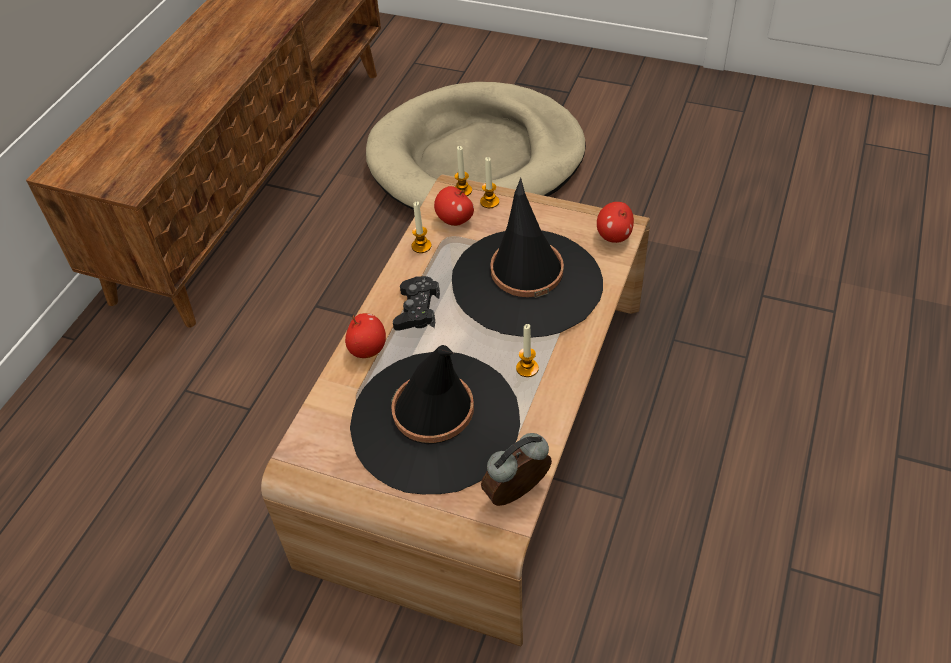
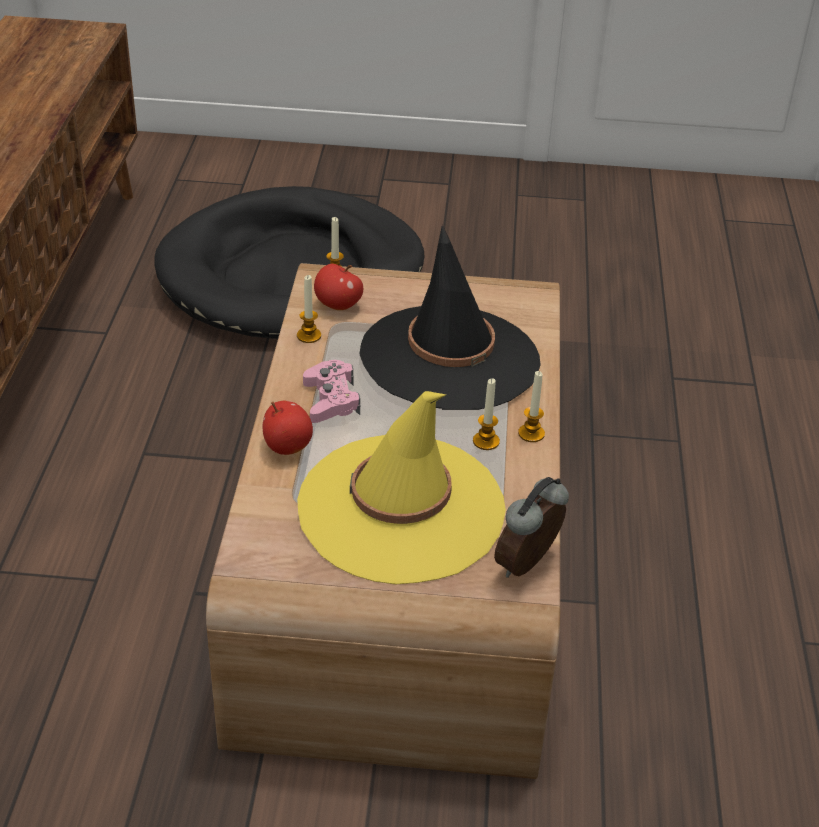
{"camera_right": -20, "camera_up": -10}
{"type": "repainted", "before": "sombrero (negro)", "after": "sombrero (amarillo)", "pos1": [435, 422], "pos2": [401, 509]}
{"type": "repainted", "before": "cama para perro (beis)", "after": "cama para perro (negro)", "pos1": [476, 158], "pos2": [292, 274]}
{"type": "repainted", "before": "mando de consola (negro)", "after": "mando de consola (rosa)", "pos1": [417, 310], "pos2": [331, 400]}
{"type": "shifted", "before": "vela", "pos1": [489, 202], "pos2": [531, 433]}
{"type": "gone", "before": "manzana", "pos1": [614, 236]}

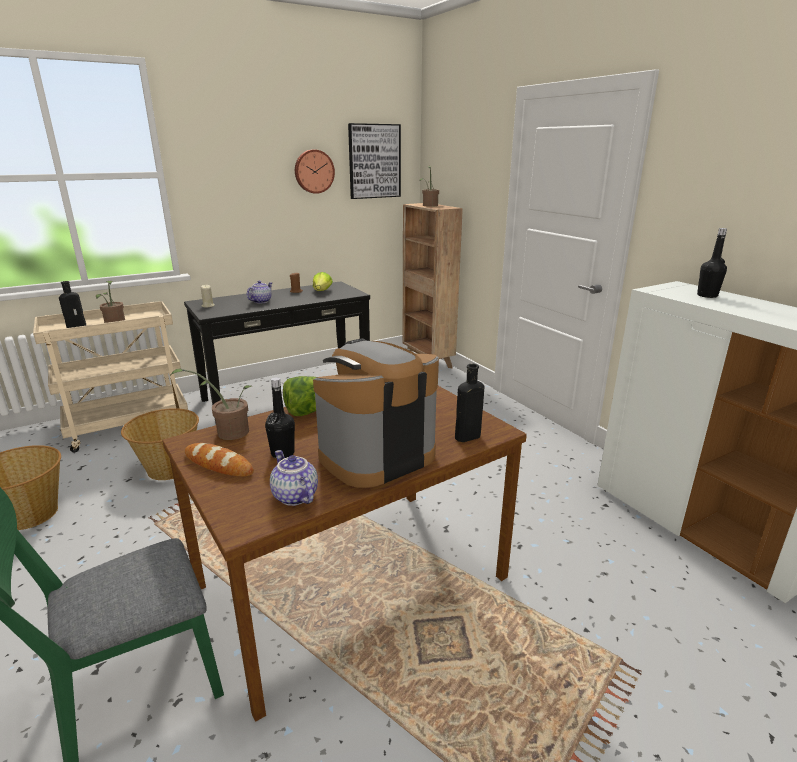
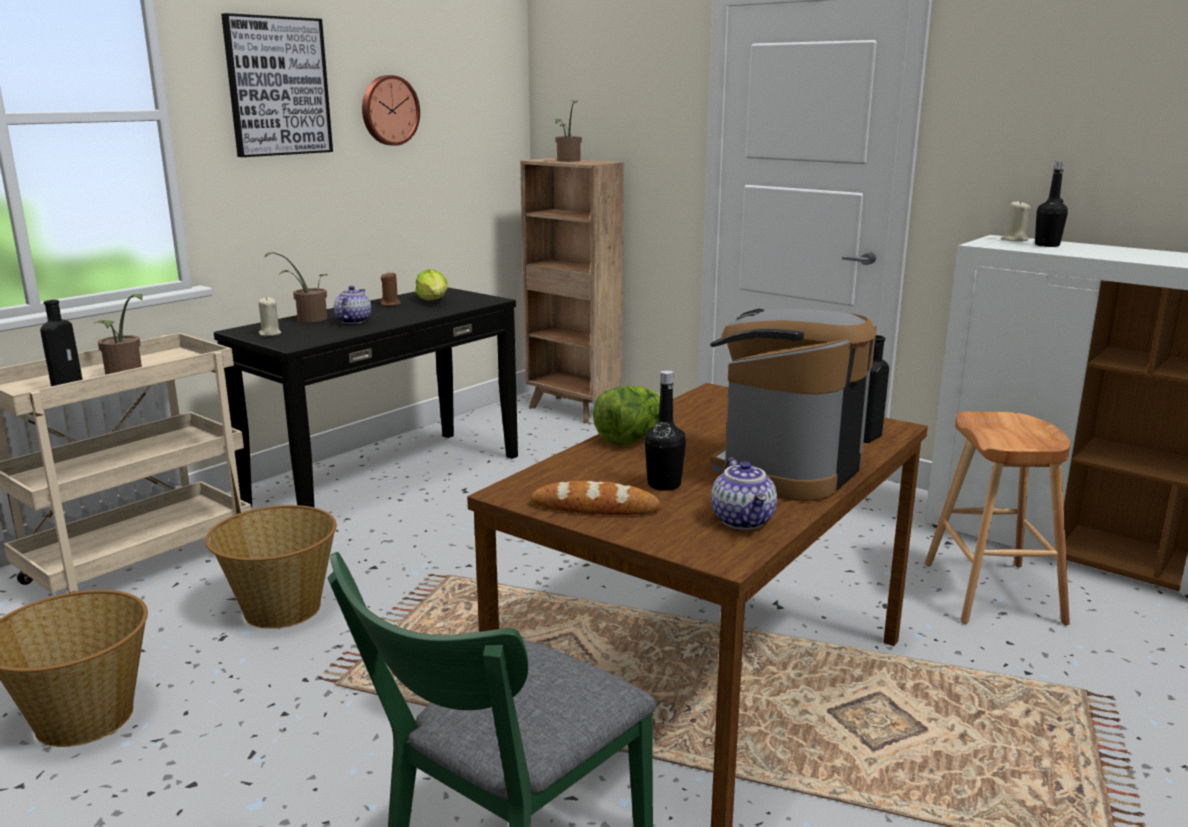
{"camera_right": -20, "camera_up": -5}
{"type": "shifted", "before": "planta en maceta", "pos1": [228, 433], "pos2": [307, 319]}
{"type": "rotated", "before": "tetera", "pos1": [294, 496], "pos2": [744, 521], "turn": -135}
{"type": "shifted", "before": "cuadro", "pos1": [374, 161], "pos2": [277, 86]}
{"type": "new", "after": "taburete (marrón)", "pos2": [992, 592]}
{"type": "new", "after": "vela (beis)", "pos2": [1014, 240]}

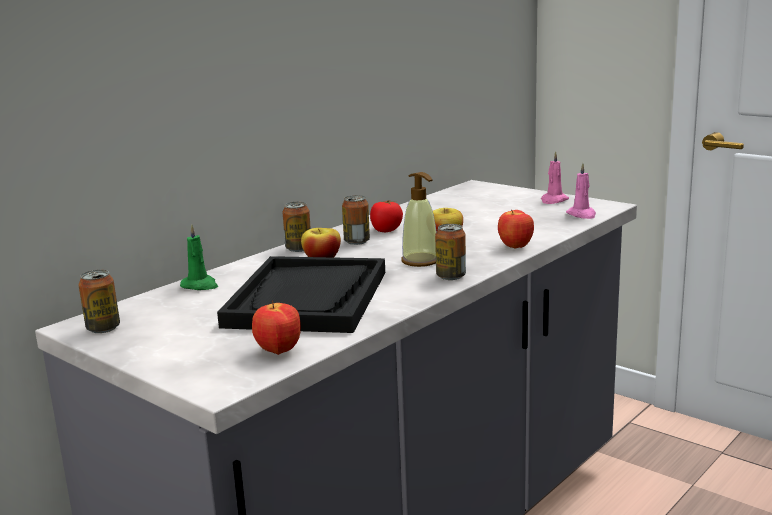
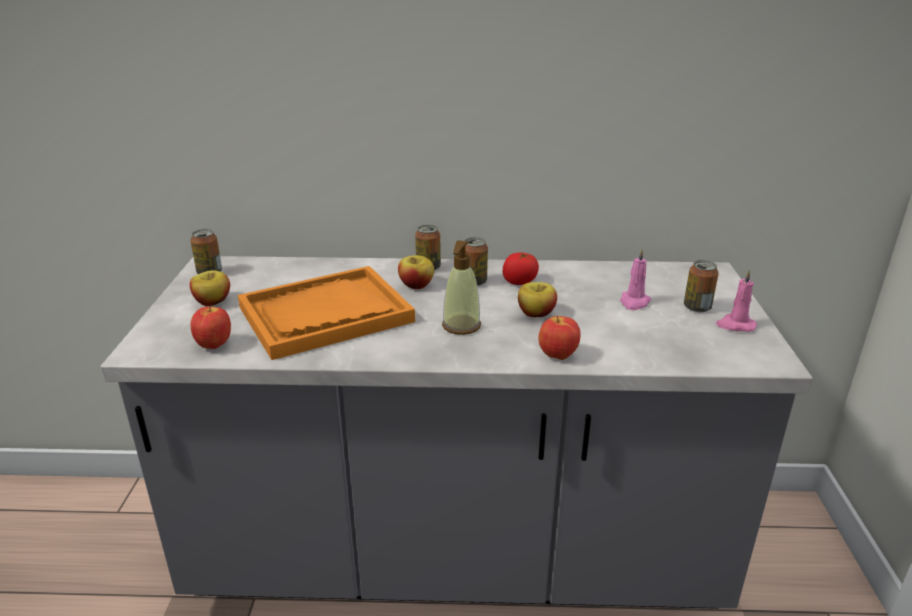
{"camera_right": 50, "camera_up": 10}
{"type": "gone", "before": "vela (verde)", "pos1": [200, 286]}
{"type": "repainted", "before": "bandeja (negro)", "after": "bandeja (naranja)", "pos1": [308, 298], "pos2": [325, 315]}
{"type": "shifted", "before": "lata", "pos1": [451, 276], "pos2": [697, 307]}
{"type": "shifted", "before": "vela (rosa)", "pos1": [582, 215], "pos2": [634, 302]}
{"type": "new", "after": "manzana", "pos2": [212, 302]}

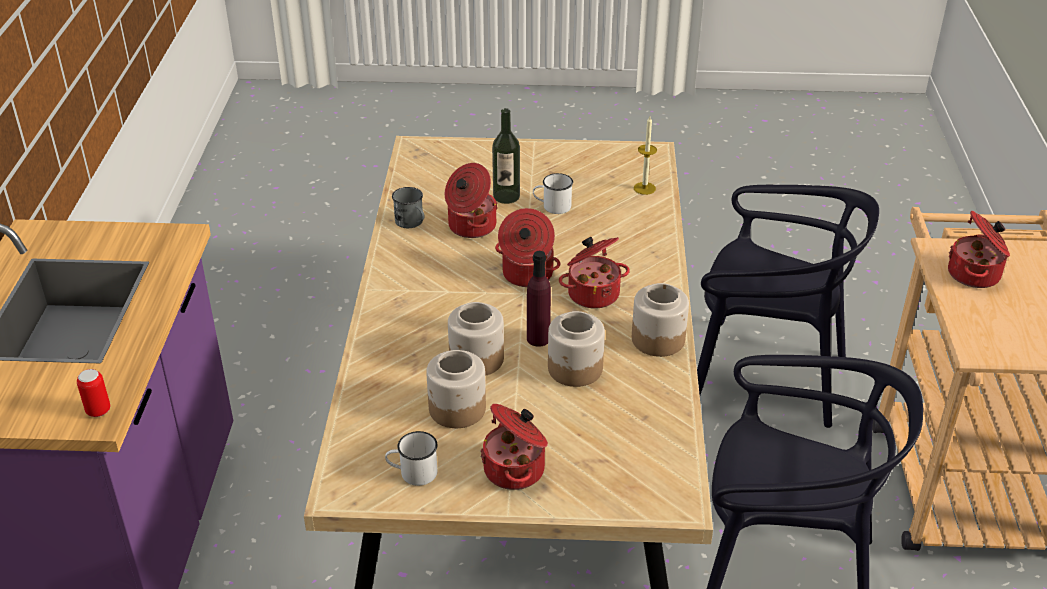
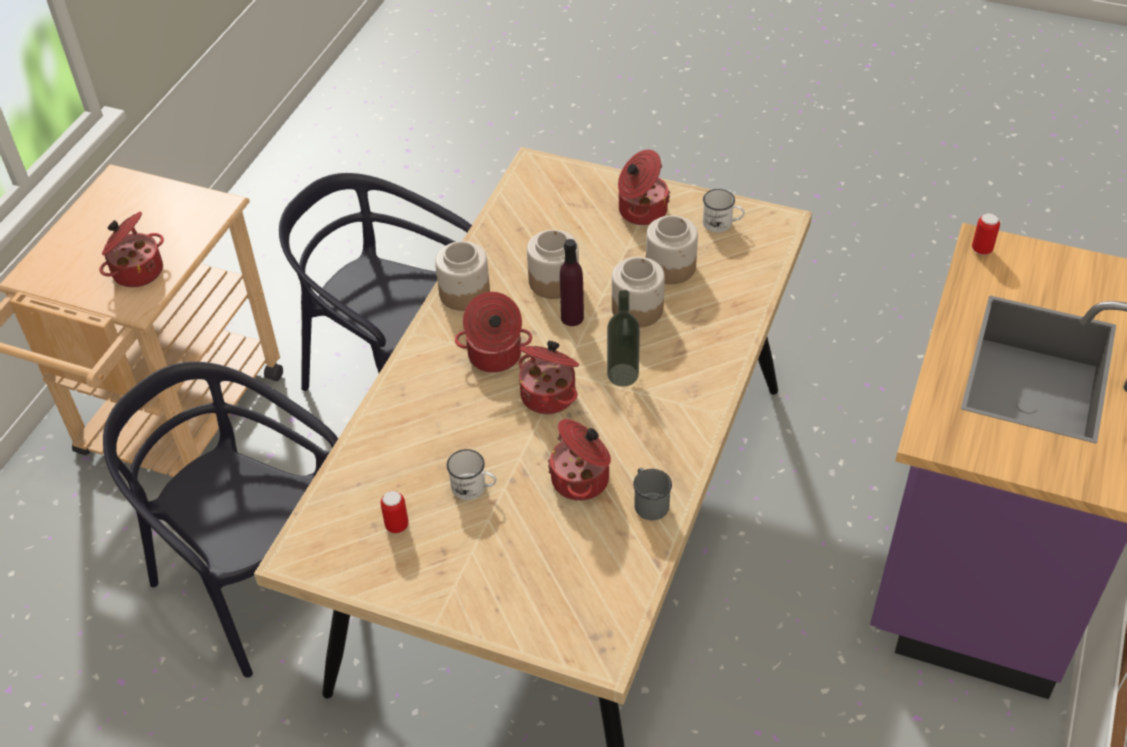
{"camera_right": -160, "camera_up": 10}
{"type": "shifted", "before": "botella", "pos1": [506, 196], "pos2": [623, 375]}
{"type": "gone", "before": "vela", "pos1": [644, 188]}
{"type": "new", "after": "lata", "pos2": [397, 525]}

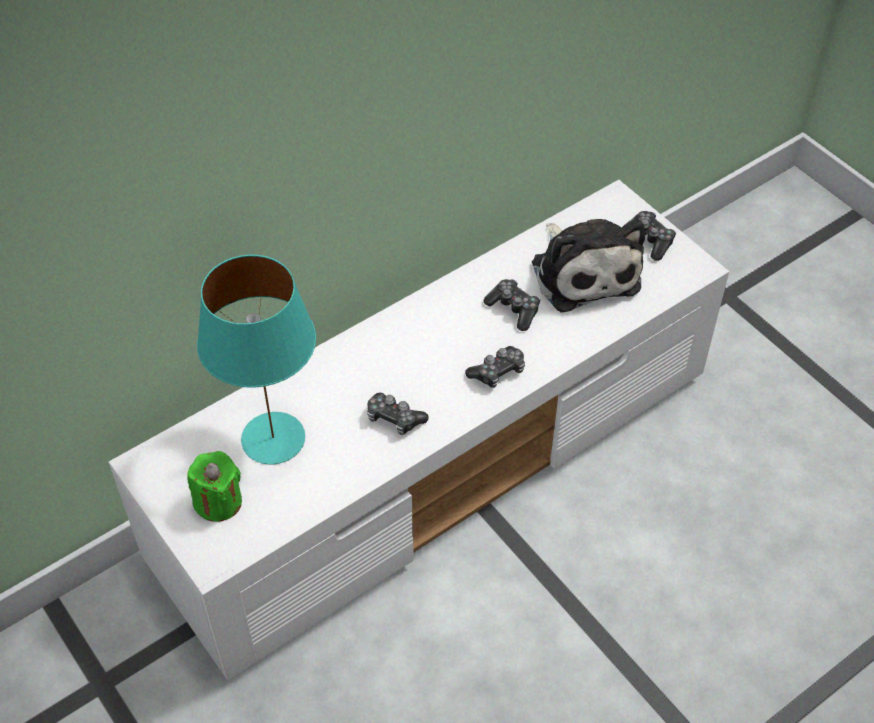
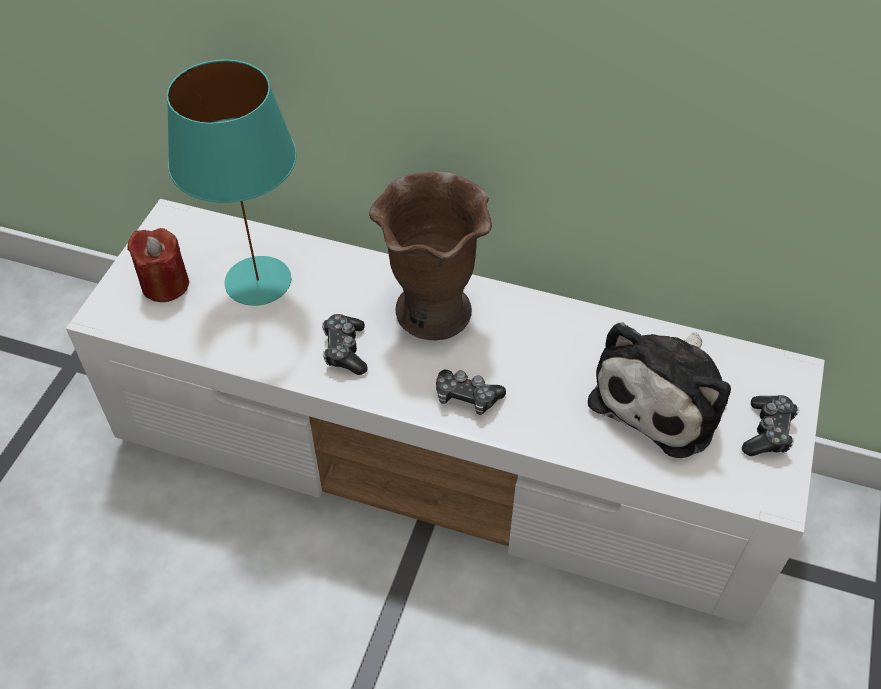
{"camera_right": 55, "camera_up": 0}
{"type": "repainted", "before": "vela (verde)", "after": "vela (rojo)", "pos1": [218, 502], "pos2": [165, 284]}
{"type": "gone", "before": "mando de consola", "pos1": [514, 309]}
{"type": "new", "after": "florero (marrón)", "pos2": [433, 311]}

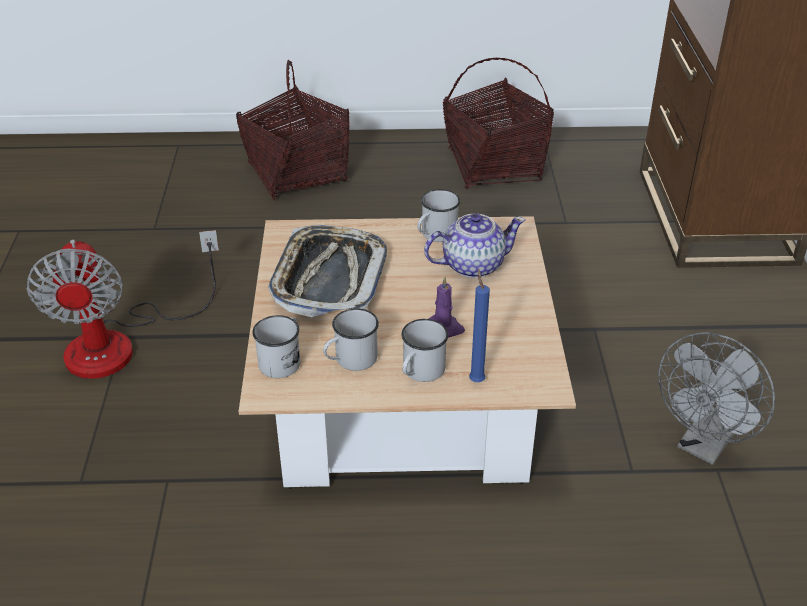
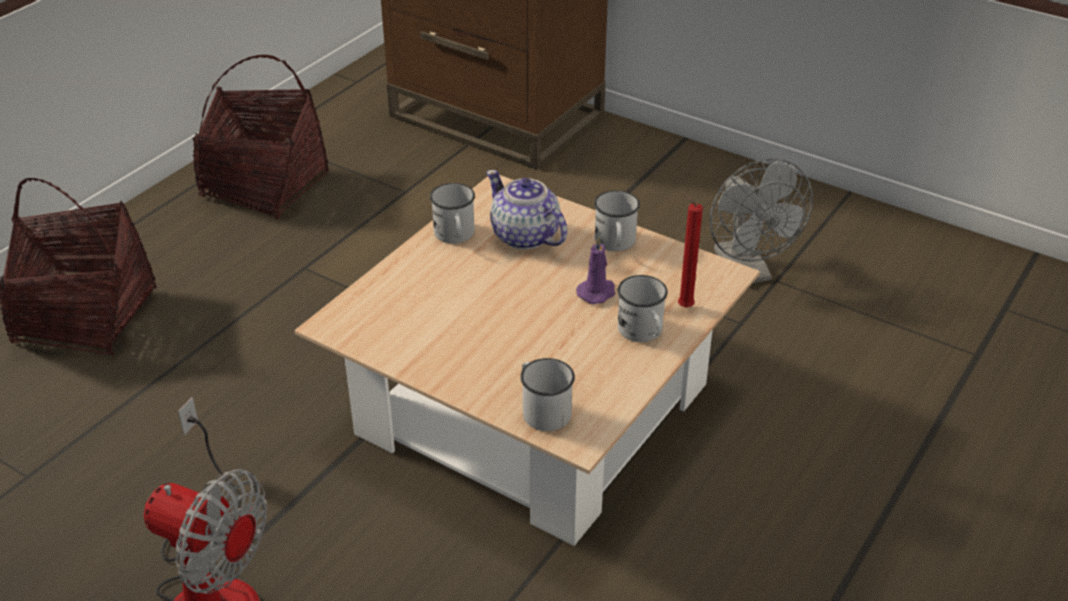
{"camera_right": -55, "camera_up": 0}
{"type": "gone", "before": "bandeja", "pos1": [328, 278]}
{"type": "shifted", "before": "taza grande (blanco)", "pos1": [350, 360], "pos2": [615, 244]}
{"type": "rotated", "before": "tetera", "pos1": [472, 265], "pos2": [525, 237], "turn": -60}
{"type": "repainted", "before": "vela (azul)", "after": "vela (rojo)", "pos1": [476, 380], "pos2": [682, 306]}

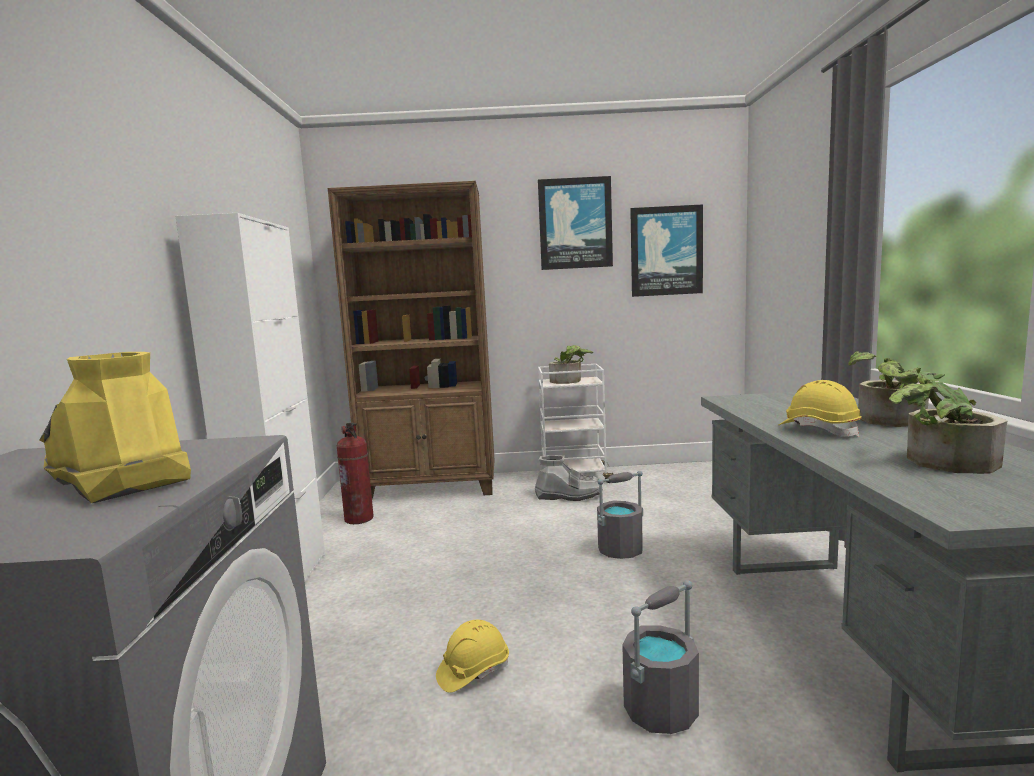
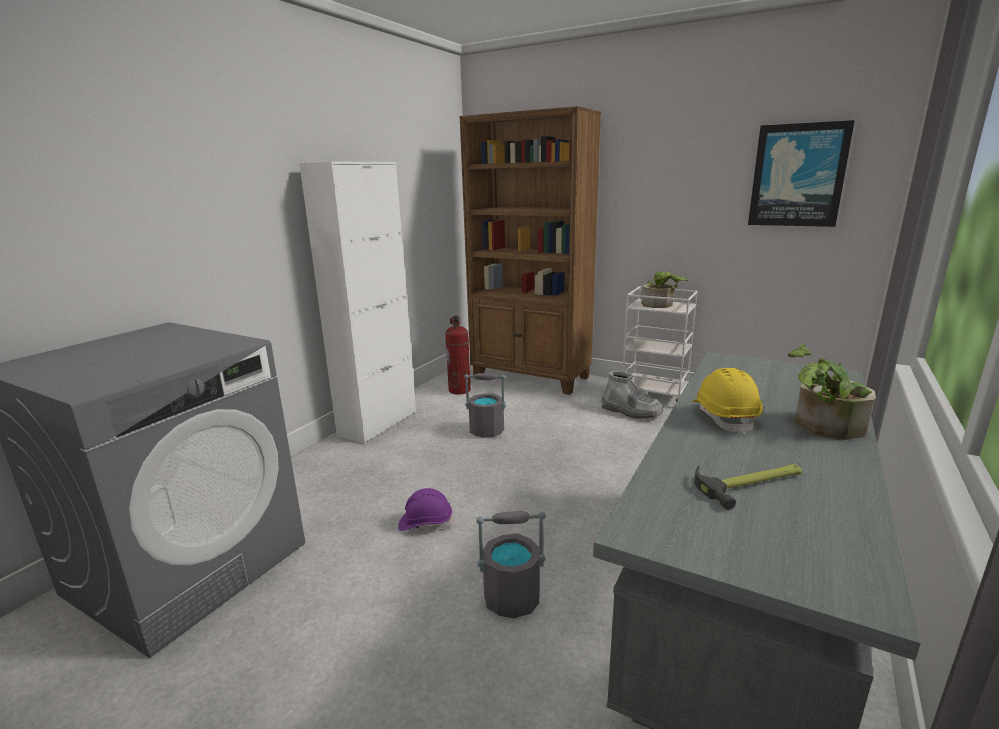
{"camera_right": 30, "camera_up": 10}
{"type": "gone", "before": "bota (amarillo)", "pos1": [117, 474]}
{"type": "repainted", "before": "casco (amarillo)", "after": "casco (morado)", "pos1": [473, 671], "pos2": [425, 523]}
{"type": "gone", "before": "cuadro", "pos1": [575, 223]}
{"type": "shifted", "before": "cubo (gris)", "pos1": [620, 550], "pos2": [486, 431]}
{"type": "swapped", "before": "planta en maceta", "after": "martillo", "pos1": [939, 462], "pos2": [751, 483]}

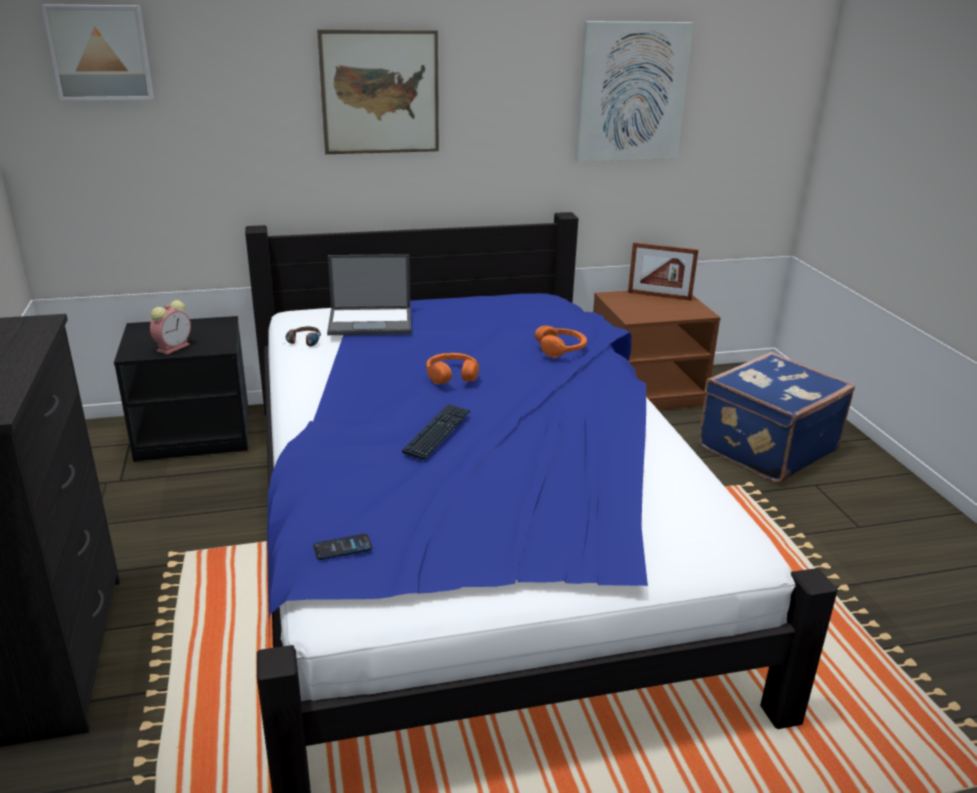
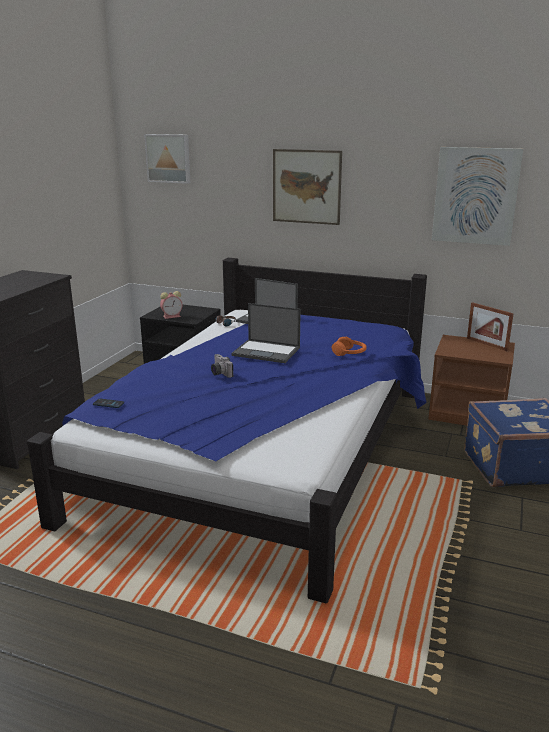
{"camera_right": 35, "camera_up": -5}
{"type": "swapped", "before": "teclado", "after": "cámara", "pos1": [437, 432], "pos2": [219, 373]}
{"type": "swapped", "before": "auriculares (naranja)", "after": "portátil", "pos1": [452, 376], "pos2": [267, 352]}

